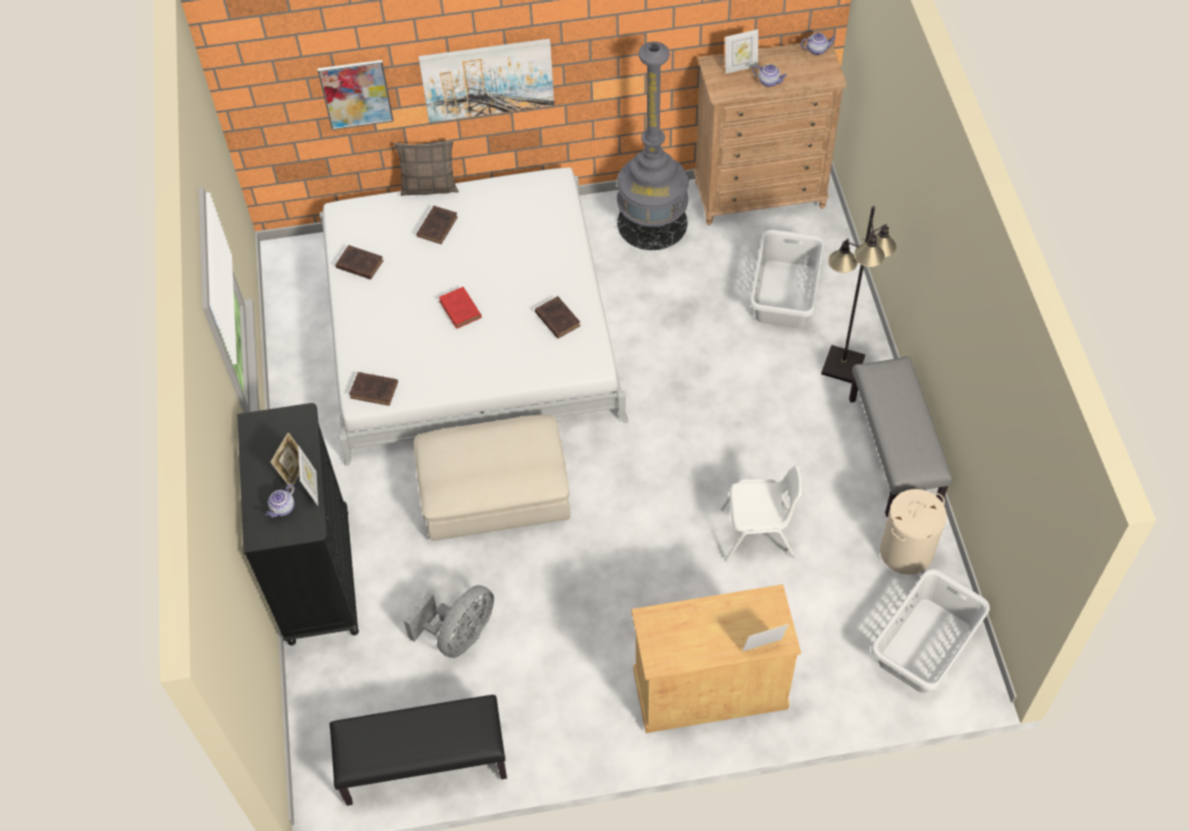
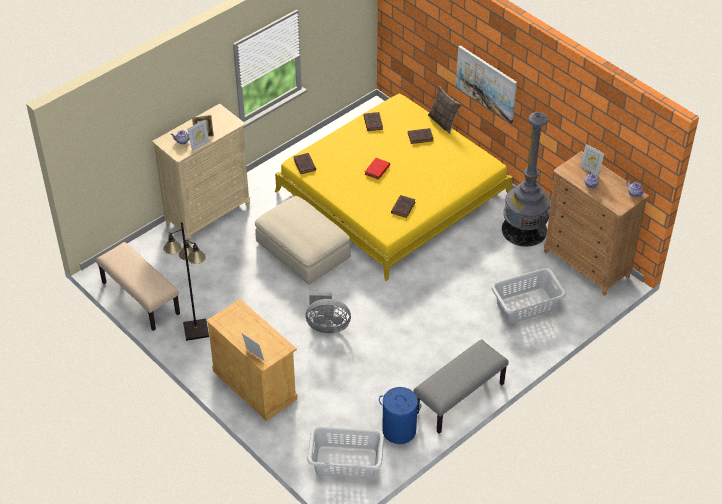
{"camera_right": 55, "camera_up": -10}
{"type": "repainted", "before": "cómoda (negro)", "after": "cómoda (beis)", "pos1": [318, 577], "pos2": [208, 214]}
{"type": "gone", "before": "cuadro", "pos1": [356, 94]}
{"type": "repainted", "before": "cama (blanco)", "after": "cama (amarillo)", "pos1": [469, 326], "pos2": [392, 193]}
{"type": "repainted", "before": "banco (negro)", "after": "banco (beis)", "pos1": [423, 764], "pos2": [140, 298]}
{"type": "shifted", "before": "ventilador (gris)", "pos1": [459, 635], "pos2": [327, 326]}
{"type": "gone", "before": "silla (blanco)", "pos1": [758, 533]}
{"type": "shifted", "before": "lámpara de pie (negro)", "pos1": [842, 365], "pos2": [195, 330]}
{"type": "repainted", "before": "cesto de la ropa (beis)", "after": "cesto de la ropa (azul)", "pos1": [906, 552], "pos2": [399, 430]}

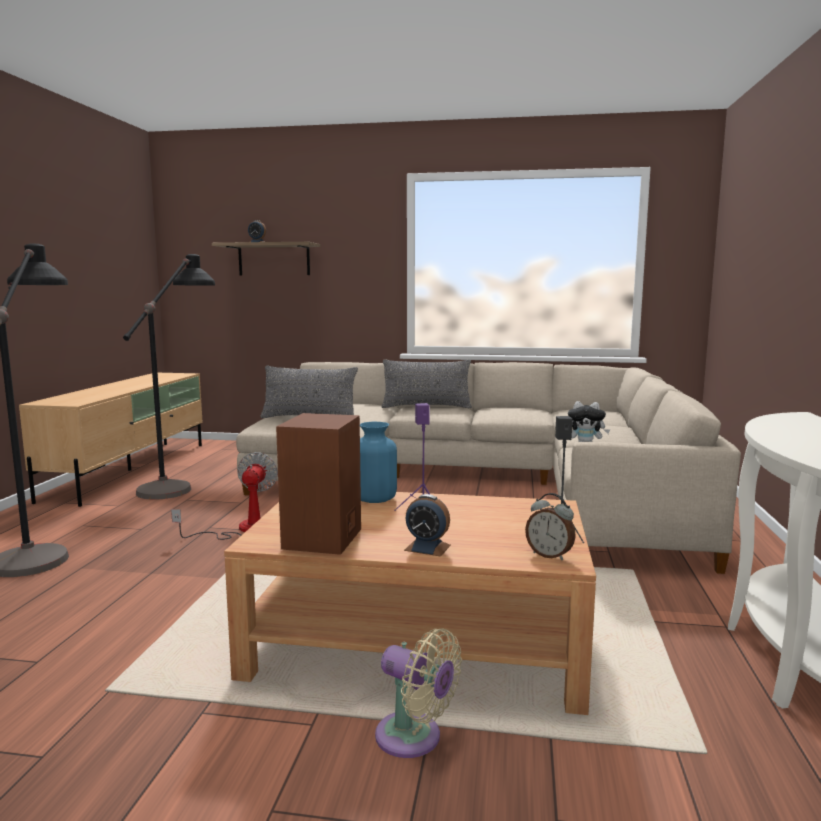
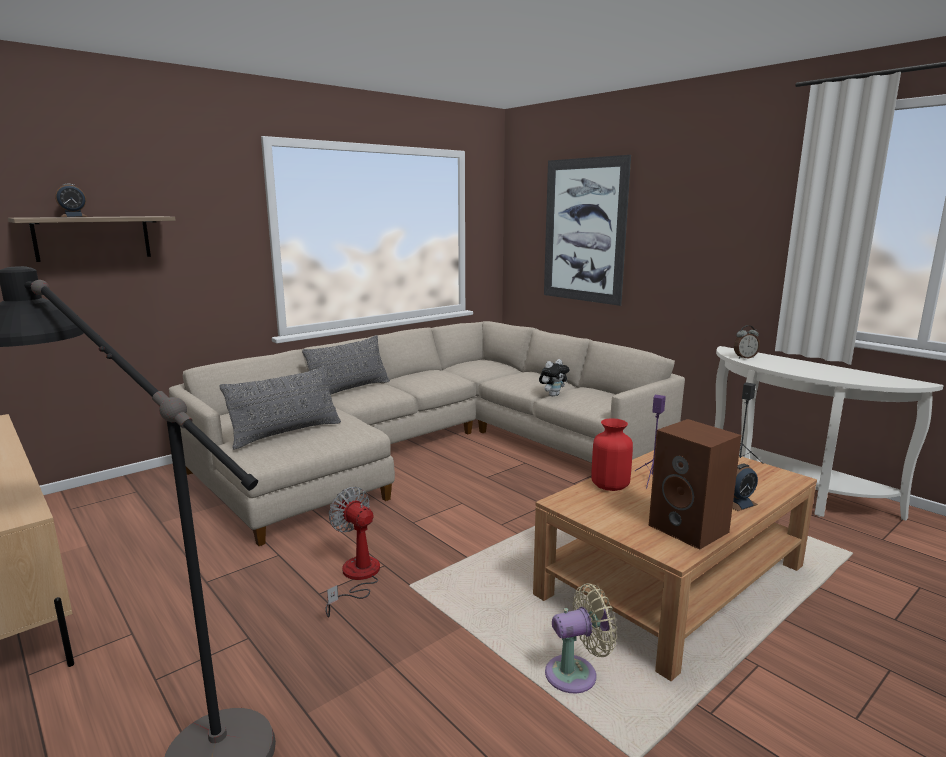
{"camera_right": -50, "camera_up": 5}
{"type": "gone", "before": "lámpara de pie (negro)", "pos1": [181, 480]}
{"type": "repainted", "before": "florero (azul)", "after": "florero (rojo)", "pos1": [375, 499], "pos2": [610, 485]}
{"type": "shifted", "before": "ventilador (beis)", "pos1": [414, 738], "pos2": [576, 674]}
{"type": "shifted", "before": "despertador", "pos1": [549, 555], "pos2": [744, 357]}
{"type": "new", "after": "cuadro", "pos2": [584, 231]}

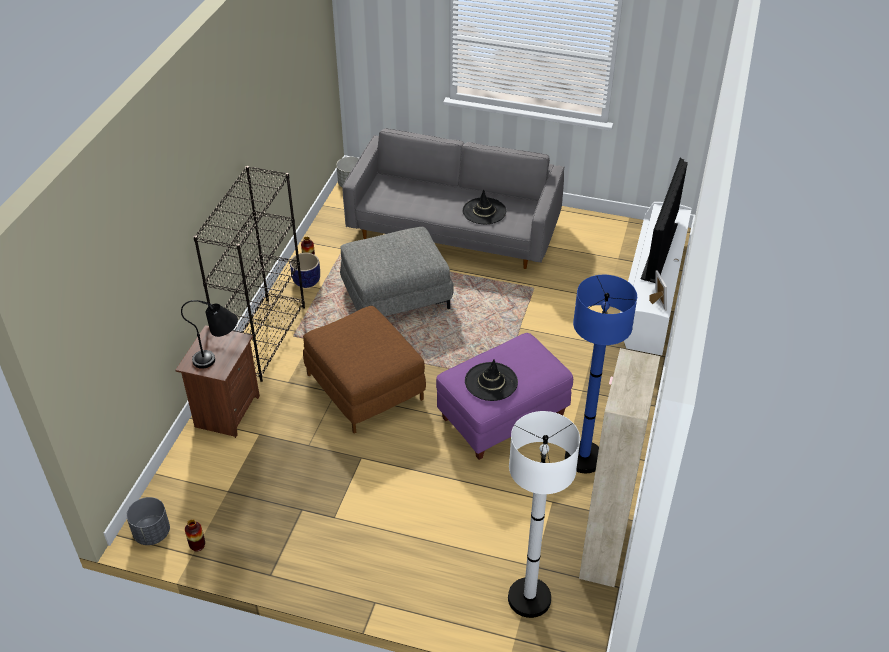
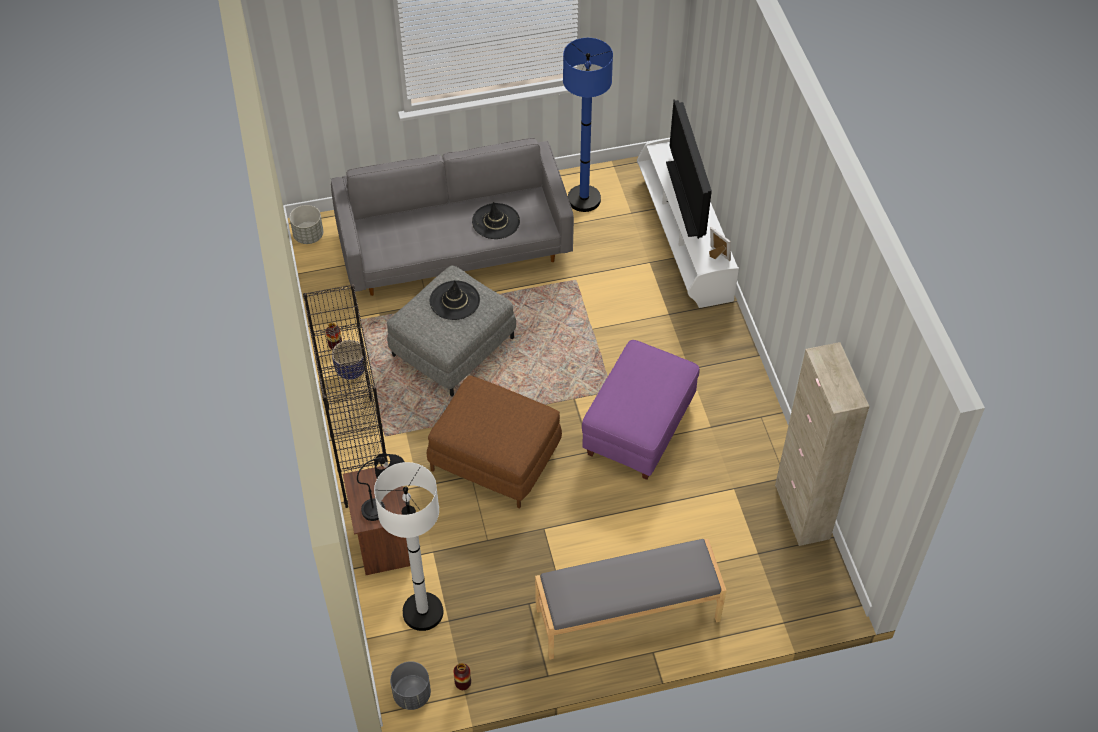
{"camera_right": -30, "camera_up": 10}
{"type": "shifted", "before": "sombrero (negro)", "pos1": [491, 382], "pos2": [454, 300]}
{"type": "shifted", "before": "lámpara de pie (blanco)", "pos1": [529, 598], "pos2": [423, 612]}
{"type": "shifted", "before": "lámpara de pie (azul)", "pos1": [584, 458], "pos2": [584, 199]}
{"type": "new", "after": "banco (gris)", "pos2": [628, 615]}

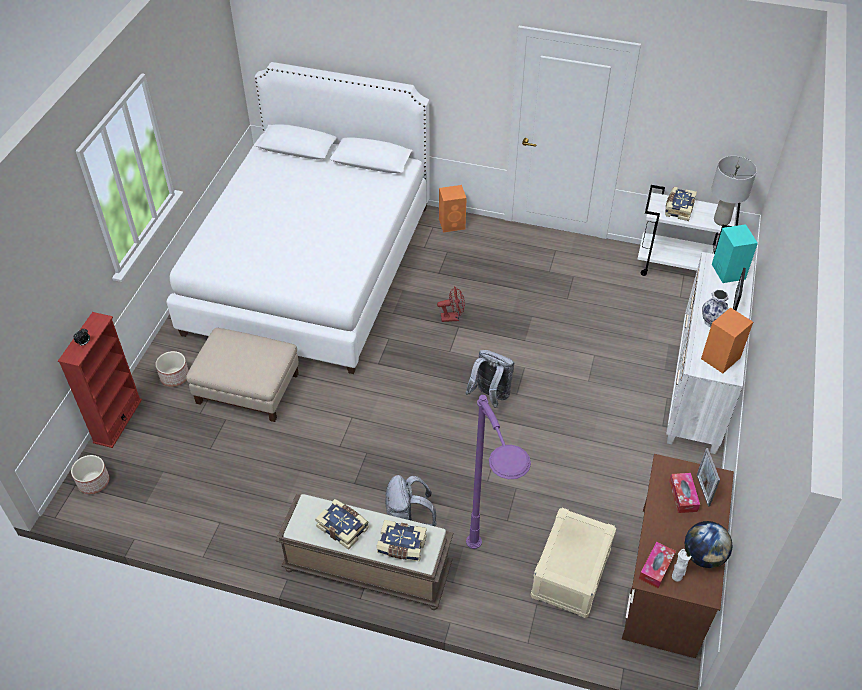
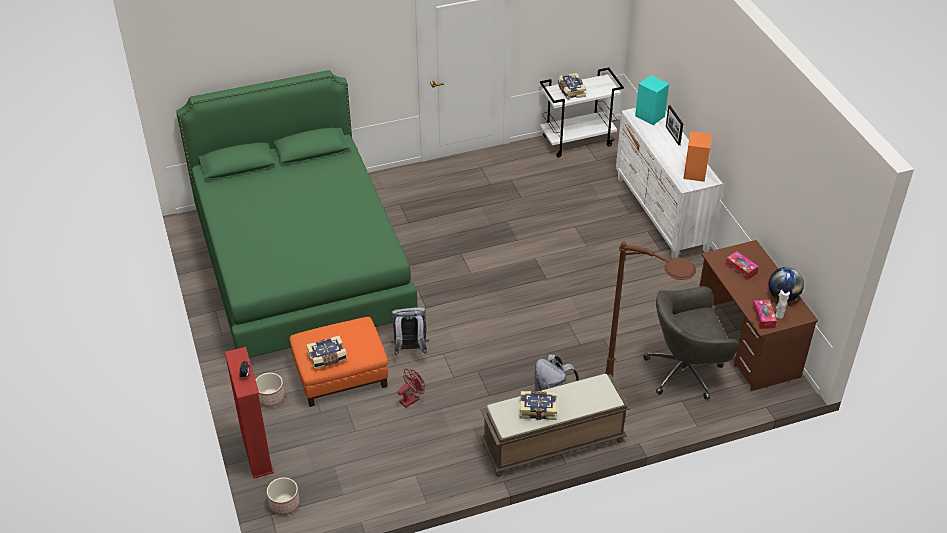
{"camera_right": -35, "camera_up": -5}
{"type": "repainted", "before": "cama (blanco)", "after": "cama (verde)", "pos1": [311, 268], "pos2": [301, 265]}
{"type": "repainted", "before": "puf (beis)", "after": "puf (naranja)", "pos1": [248, 388], "pos2": [341, 374]}
{"type": "shifted", "before": "libro", "pos1": [401, 546], "pos2": [327, 357]}
{"type": "shifted", "before": "ventilador (rojo)", "pos1": [452, 317], "pos2": [411, 399]}
{"type": "gone", "before": "altavoz (naranja)", "pos1": [452, 224]}
{"type": "shifted", "before": "mochila (gris)", "pos1": [490, 396], "pos2": [410, 349]}
{"type": "repainted", "before": "lámpara de pie (morado)", "after": "lámpara de pie (marrón)", "pos1": [488, 586], "pos2": [642, 407]}
{"type": "swapped", "before": "caja de almacenaje (beis)", "after": "silla de oficina (gris)", "pos1": [570, 573], "pos2": [685, 371]}
{"type": "gone", "before": "portarretratos", "pos1": [703, 490]}
{"type": "gone", "before": "florero", "pos1": [712, 321]}
{"type": "gone", "before": "lámpara de mesa (gris)", "pos1": [721, 220]}

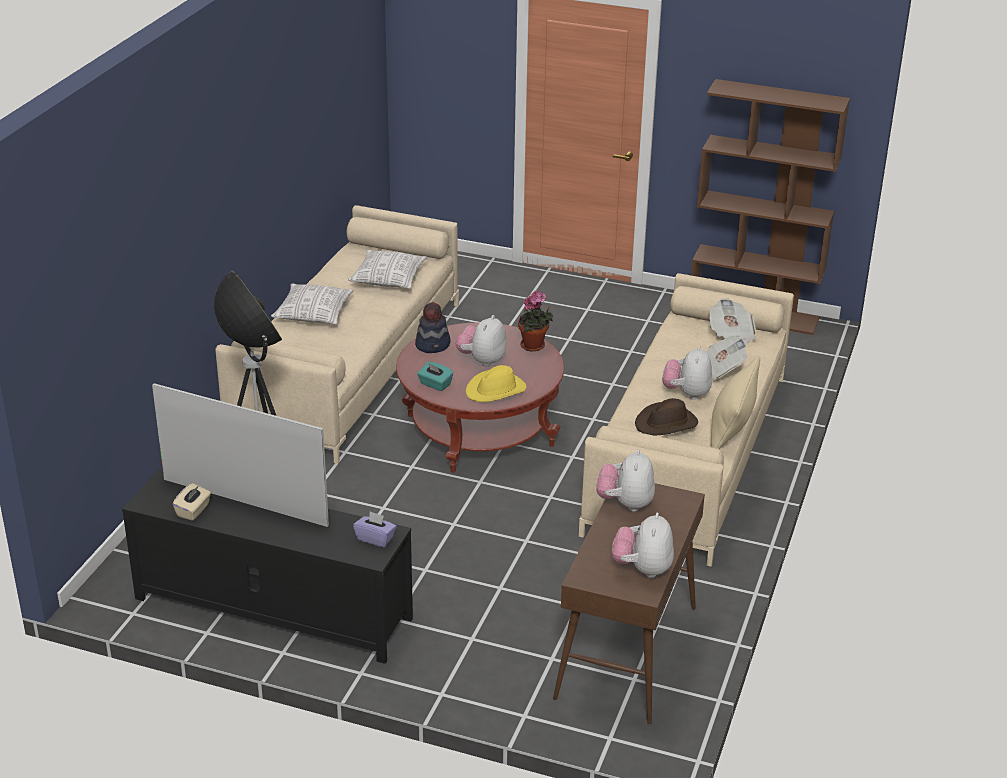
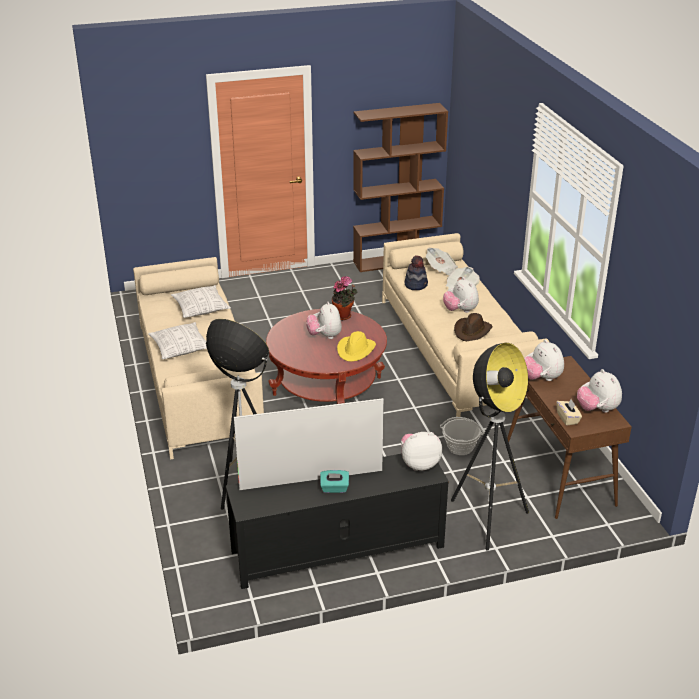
{"camera_right": -35, "camera_up": 0}
{"type": "shifted", "before": "caja de pañuelos (beis)", "pos1": [193, 511], "pos2": [568, 418]}
{"type": "swapped", "before": "caja de pañuelos (morado)", "after": "peluche", "pos1": [375, 539], "pos2": [419, 464]}
{"type": "shifted", "before": "sombrero", "pos1": [433, 345], "pos2": [416, 284]}
{"type": "shifted", "before": "caja de pañuelos (turquesa)", "pos1": [435, 384], "pos2": [334, 488]}
{"type": "gone", "before": "cojín (beis)", "pos1": [731, 427]}
{"type": "new", "after": "cesta", "pos2": [460, 447]}
{"type": "new", "after": "lámpara de pie", "pos2": [486, 519]}

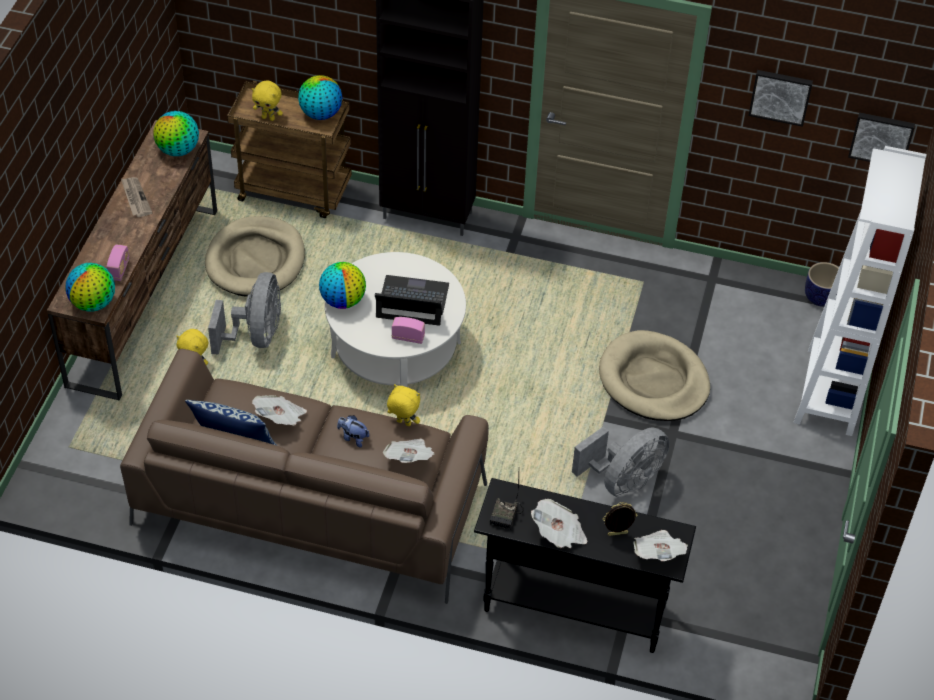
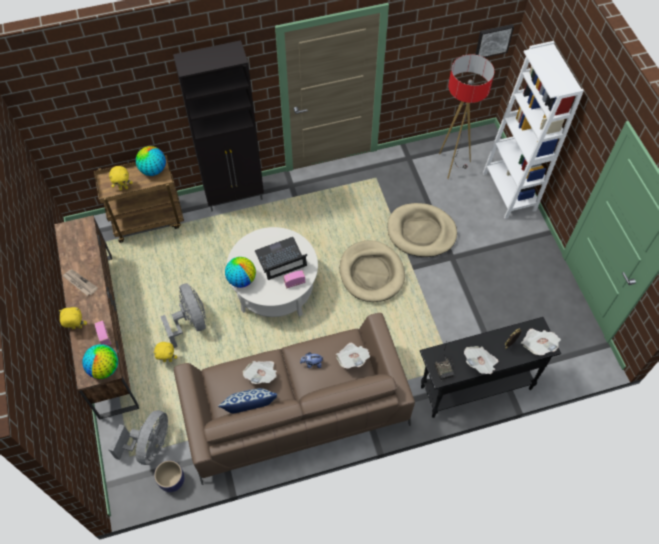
{"camera_right": -30, "camera_up": 10}
{"type": "gone", "before": "globo terráqueo", "pos1": [178, 150]}
{"type": "shifted", "before": "cama para perro (beis)", "pos1": [256, 260], "pos2": [371, 273]}
{"type": "shifted", "before": "peluche (amarillo)", "pos1": [403, 423], "pos2": [77, 328]}
{"type": "shifted", "before": "ventilador (gris)", "pos1": [623, 481], "pos2": [150, 446]}
{"type": "gone", "before": "cuadro", "pos1": [780, 96]}
{"type": "shifted", "before": "maceta", "pos1": [820, 297], "pos2": [172, 481]}
{"type": "new", "after": "lámpara de pie", "pos2": [452, 165]}

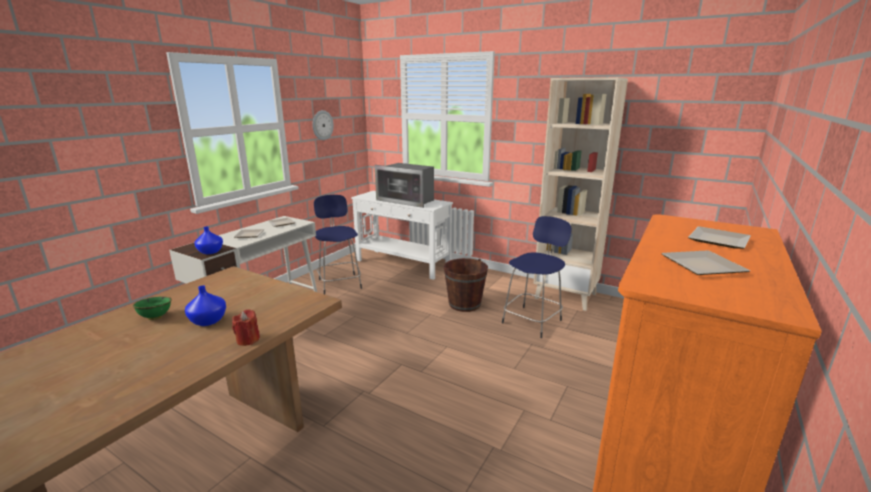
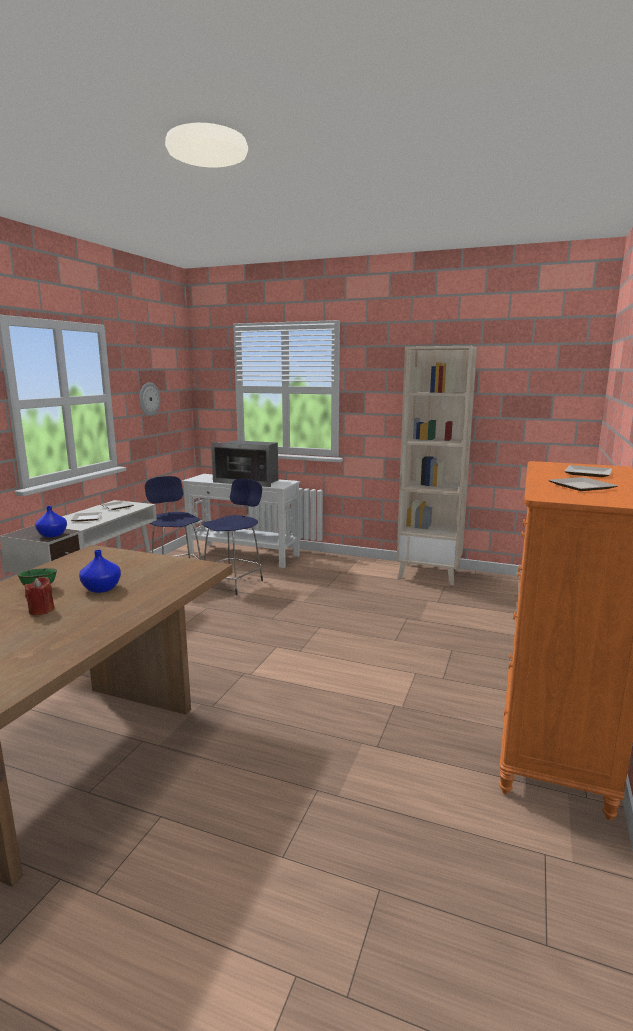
{"camera_right": -10, "camera_up": -5}
{"type": "shifted", "before": "vela (rojo)", "pos1": [248, 340], "pos2": [41, 610]}
{"type": "gone", "before": "cubo (marrón)", "pos1": [464, 304]}
{"type": "shifted", "before": "taburete (azul)", "pos1": [533, 321], "pos2": [234, 583]}

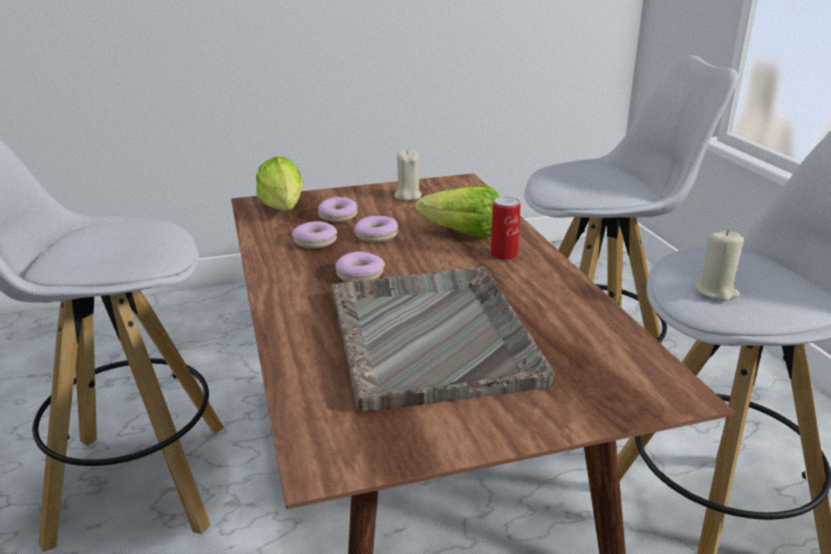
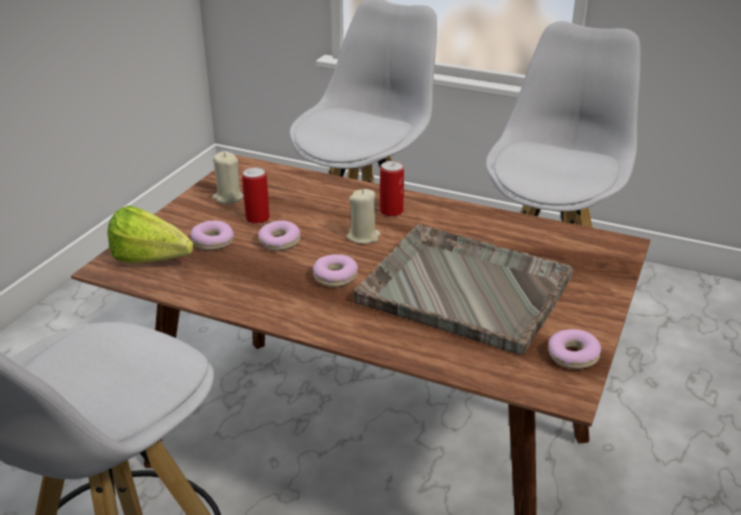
{"camera_right": -50, "camera_up": 5}
{"type": "shifted", "before": "rosquilla", "pos1": [315, 242], "pos2": [572, 356]}
{"type": "gone", "before": "lechuga", "pos1": [456, 232]}
{"type": "shifted", "before": "vela (beis)", "pos1": [716, 291], "pos2": [363, 237]}
{"type": "new", "after": "lata", "pos2": [257, 218]}

